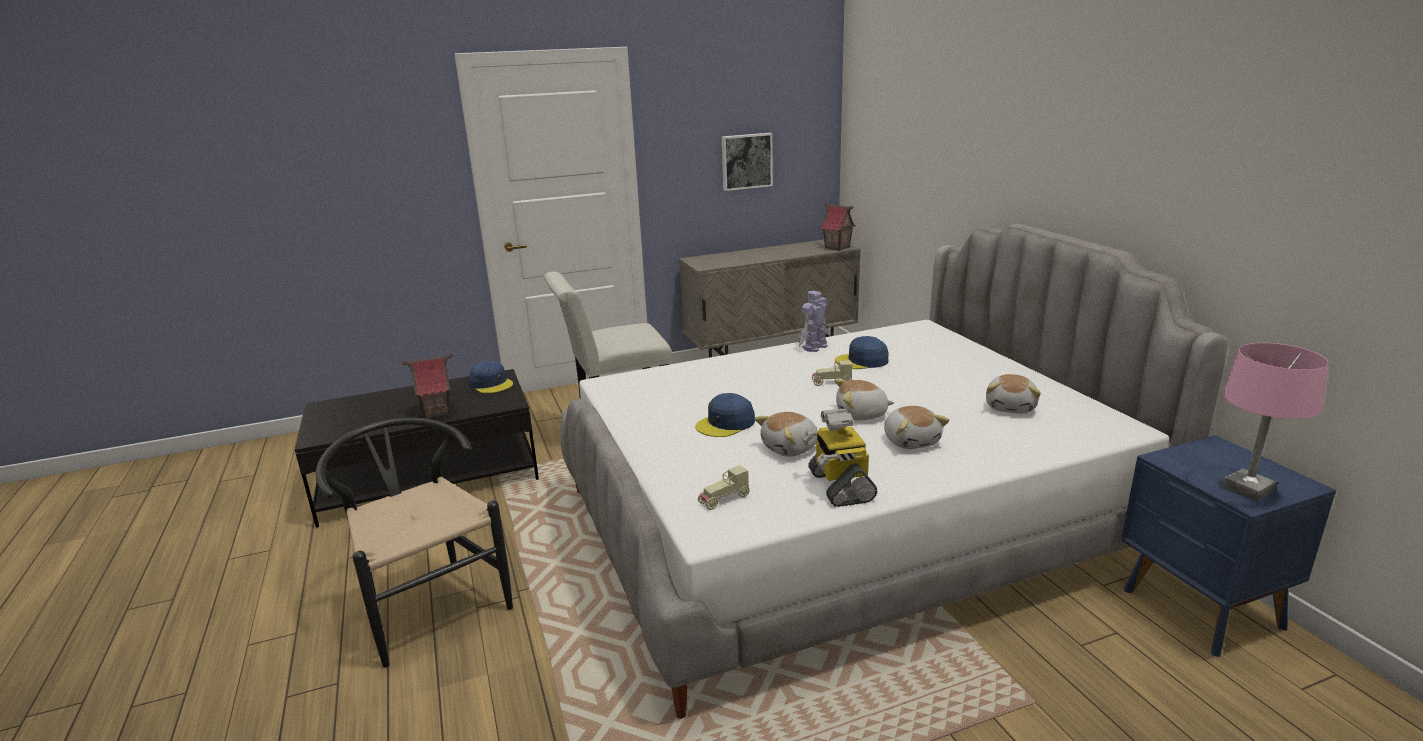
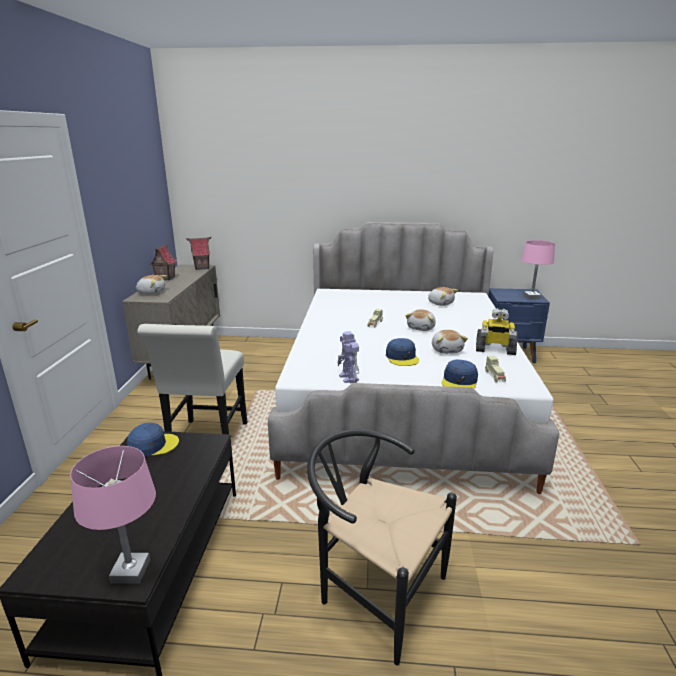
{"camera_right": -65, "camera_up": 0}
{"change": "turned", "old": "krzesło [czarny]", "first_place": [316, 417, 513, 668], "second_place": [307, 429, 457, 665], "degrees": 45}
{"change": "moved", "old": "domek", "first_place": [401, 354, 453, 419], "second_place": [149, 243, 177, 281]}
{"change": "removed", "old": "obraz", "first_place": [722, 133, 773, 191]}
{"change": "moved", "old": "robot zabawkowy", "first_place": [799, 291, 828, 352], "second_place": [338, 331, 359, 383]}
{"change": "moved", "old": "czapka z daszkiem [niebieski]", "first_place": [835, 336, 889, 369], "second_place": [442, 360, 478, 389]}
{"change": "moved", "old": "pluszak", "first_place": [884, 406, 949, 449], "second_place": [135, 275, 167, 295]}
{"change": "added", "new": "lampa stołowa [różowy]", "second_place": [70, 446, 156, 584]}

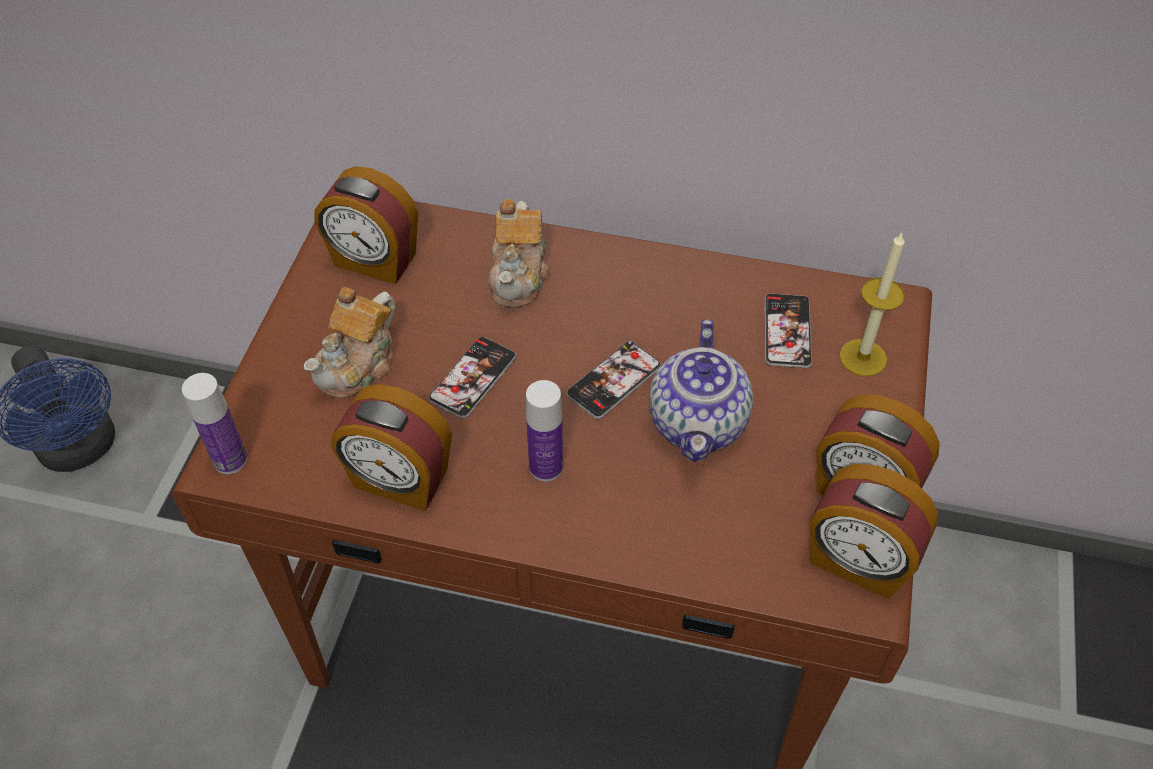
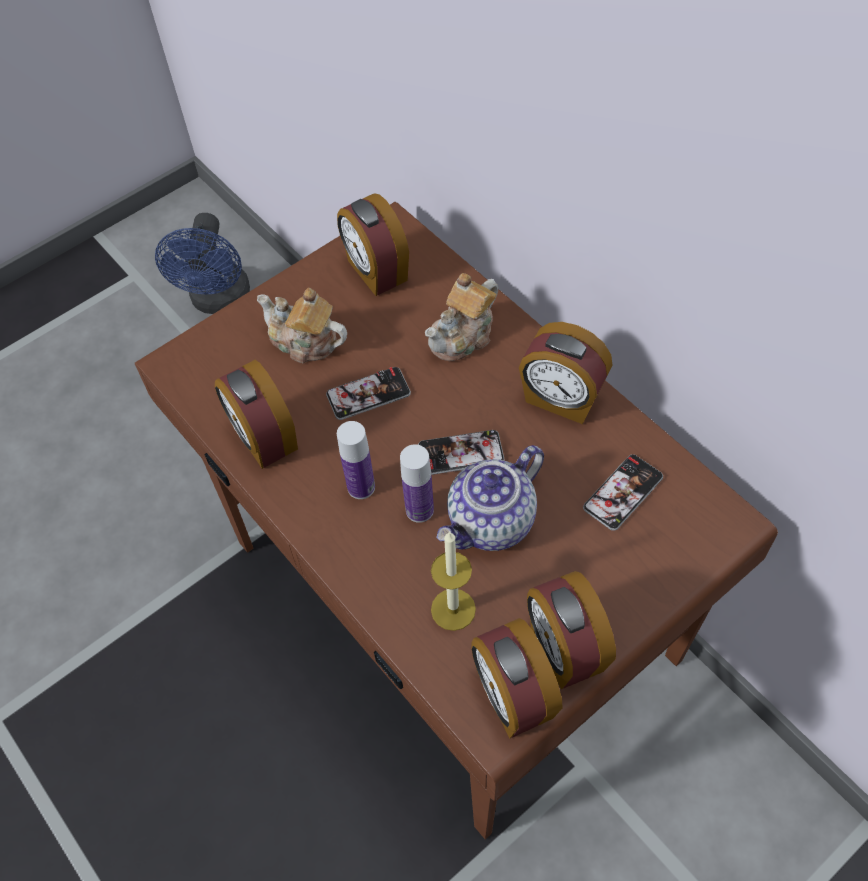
{"camera_right": 40, "camera_up": 5}
{"change": "moved", "old": "butelka", "first_place": [182, 373, 247, 474], "second_place": [400, 444, 434, 523]}
{"change": "turned", "old": "imbryk", "first_place": [304, 287, 395, 399], "second_place": [257, 288, 347, 363], "degrees": 45}
{"change": "moved", "old": "świeca", "first_place": [839, 231, 905, 376], "second_place": [431, 531, 476, 631]}
{"change": "added", "new": "budzik", "second_place": [519, 322, 612, 424]}

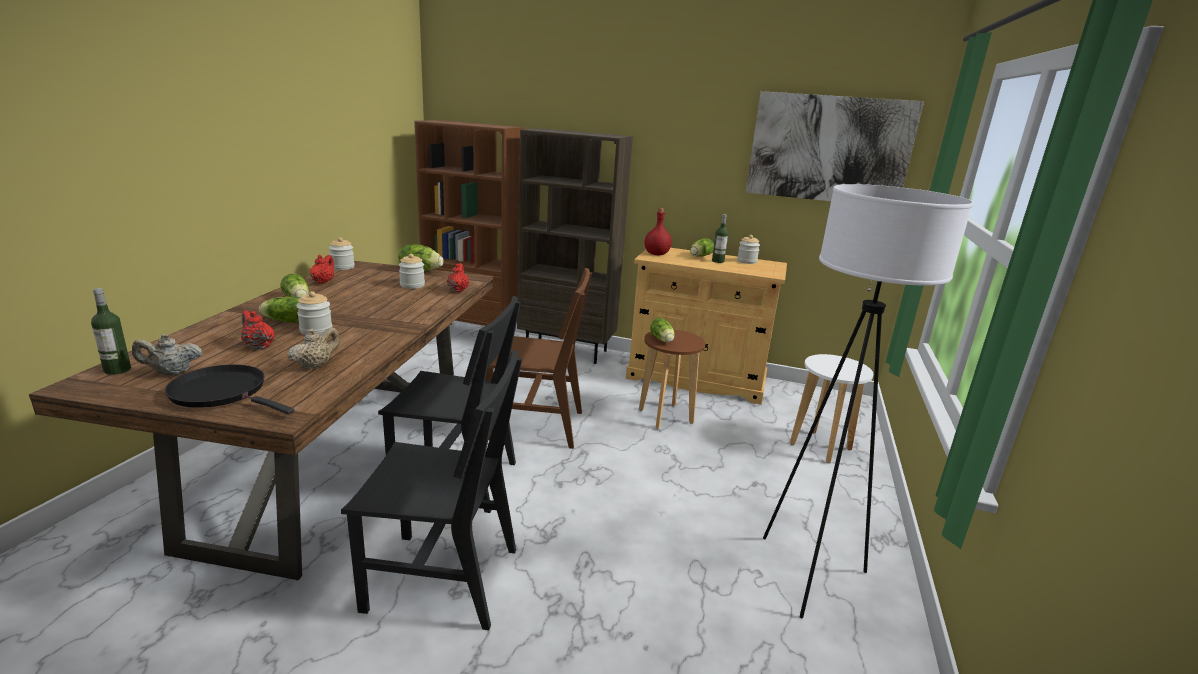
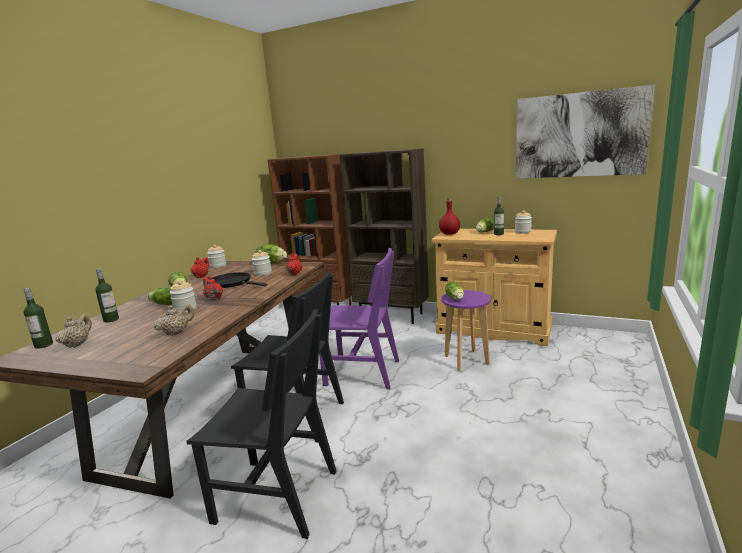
{"camera_right": 10, "camera_up": -5}
{"change": "turned", "old": "imbryk [beżowy]", "first_place": [132, 334, 203, 375], "second_place": [55, 314, 92, 348], "degrees": 105}
{"change": "moved", "old": "patelnia [czarny]", "first_place": [165, 365, 295, 415], "second_place": [212, 272, 267, 288]}
{"change": "moved", "old": "imbryk [czerwony]", "first_place": [241, 310, 275, 349], "second_place": [203, 276, 223, 301]}
{"change": "recoloured", "old": "krzesło [brązowy]", "new": "krzesło [fioletowy]", "first_place": [485, 268, 592, 449], "second_place": [319, 248, 399, 389]}
{"change": "recoloured", "old": "stołek [brązowy]", "new": "stołek [fioletowy]", "first_place": [639, 330, 706, 429], "second_place": [441, 290, 491, 370]}
{"change": "removed", "old": "lampa stojąca [biały]", "first_place": [763, 184, 973, 618]}
{"change": "removed", "old": "stołek [biały]", "first_place": [790, 354, 873, 463]}
{"change": "added", "new": "butelka", "second_place": [95, 269, 119, 322]}

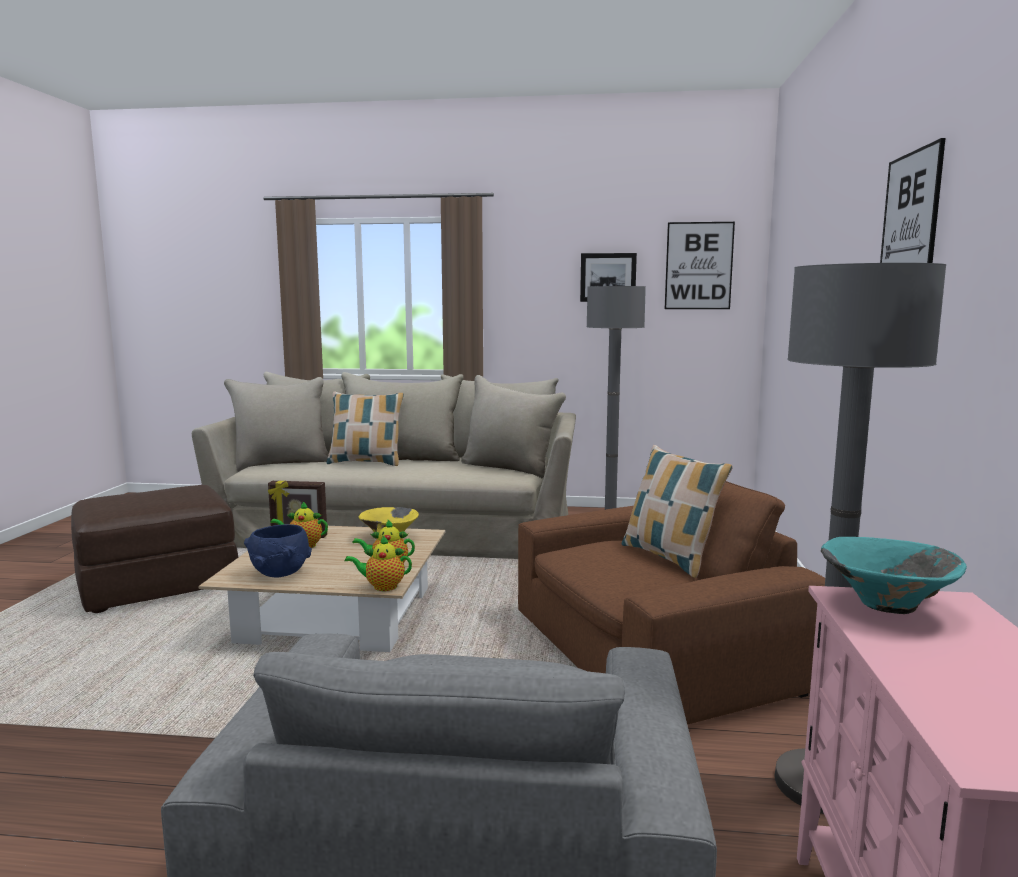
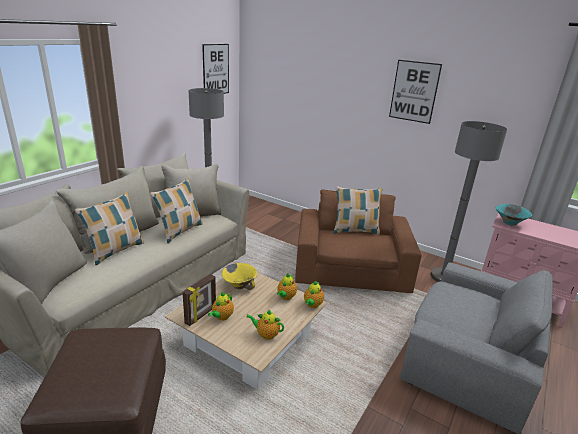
{"camera_right": -65, "camera_up": 15}
{"change": "replaced", "old": "miska [niebieski]", "new": "imbryk", "first_place": [244, 524, 312, 577], "second_place": [246, 309, 284, 340]}
{"change": "removed", "old": "obraz", "first_place": [580, 253, 637, 302]}
{"change": "added", "new": "poduszka", "second_place": [150, 178, 203, 243]}

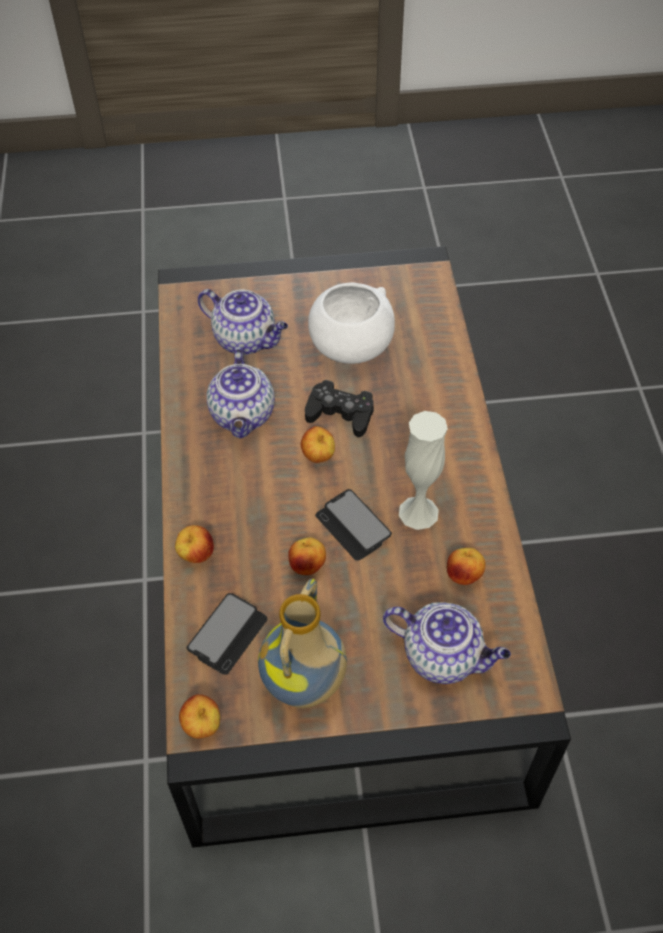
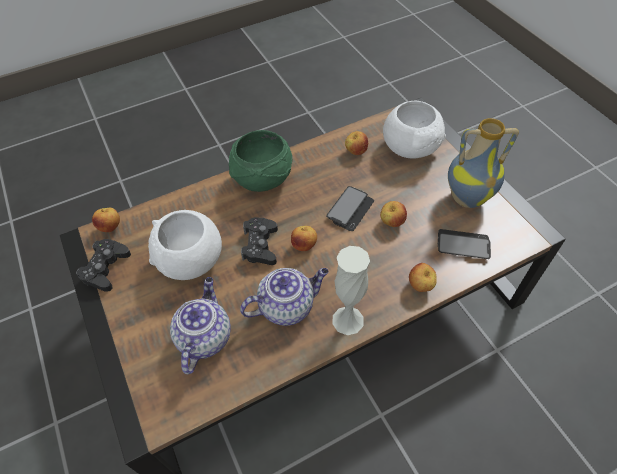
{"camera_right": -110, "camera_up": 0}
{"change": "moved", "old": "jabłko", "first_place": [179, 694, 220, 739], "second_place": [92, 208, 120, 232]}
{"change": "replaced", "old": "imbryk", "new": "miska [biały]", "first_place": [383, 602, 511, 684], "second_place": [383, 101, 446, 159]}
{"change": "moved", "old": "wazon [biały]", "first_place": [399, 411, 448, 530], "second_place": [332, 246, 370, 335]}
{"change": "added", "new": "pad do gier [czarny]", "second_place": [76, 239, 131, 292]}
{"change": "added", "new": "miska [zielony]", "second_place": [229, 130, 292, 192]}

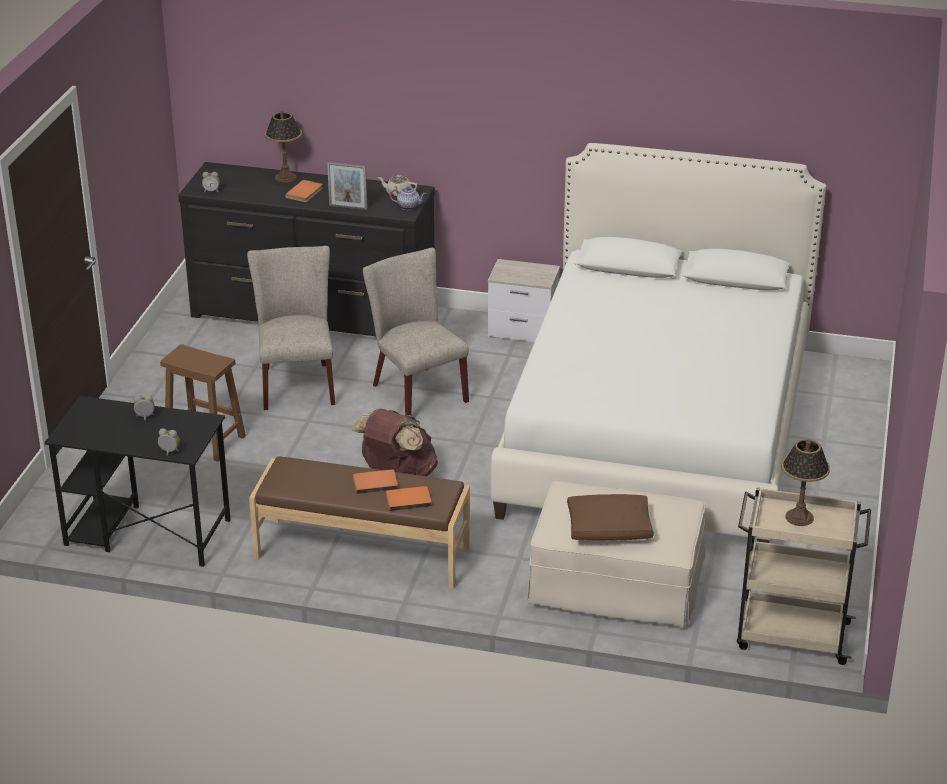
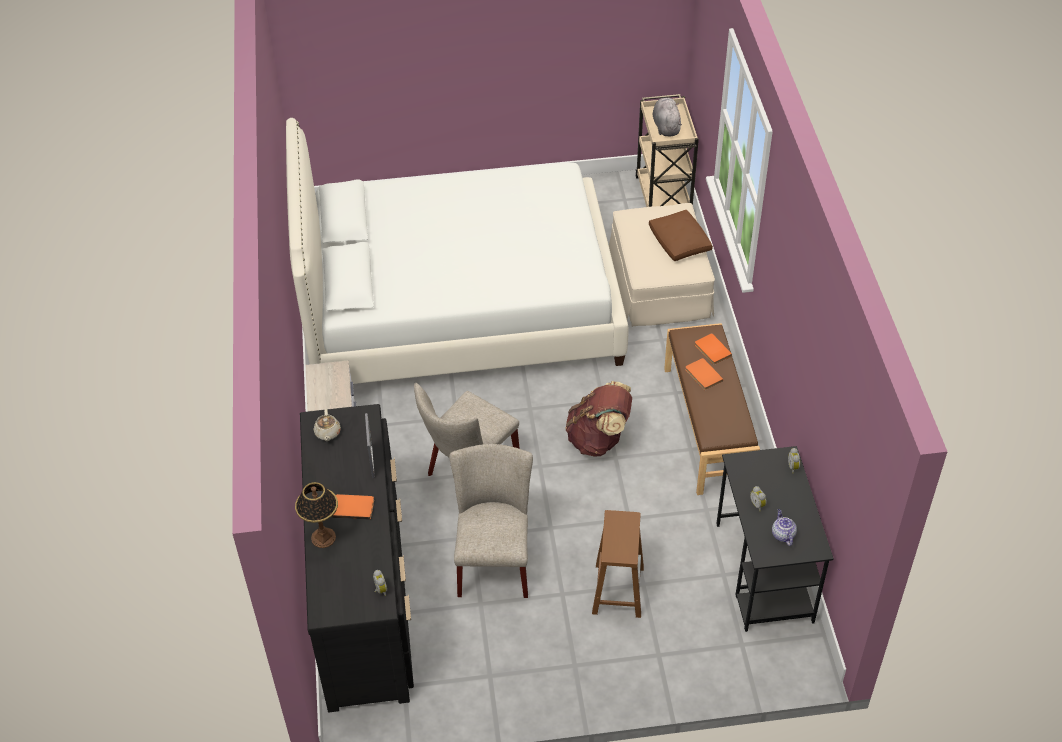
{"camera_right": -110, "camera_up": 15}
{"change": "turned", "old": "krzesło [beżowy]", "first_place": [247, 246, 335, 410], "second_place": [449, 444, 533, 598], "degrees": 120}
{"change": "moved", "old": "imbryk", "first_place": [390, 187, 427, 210], "second_place": [772, 509, 797, 546]}
{"change": "replaced", "old": "lampa stołowa", "new": "pluszak [szary]", "first_place": [781, 439, 830, 526], "second_place": [653, 97, 682, 136]}

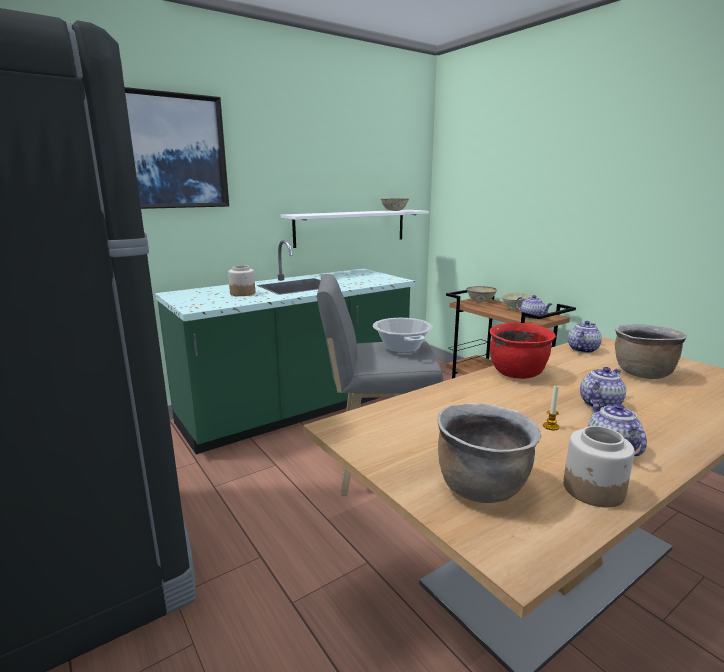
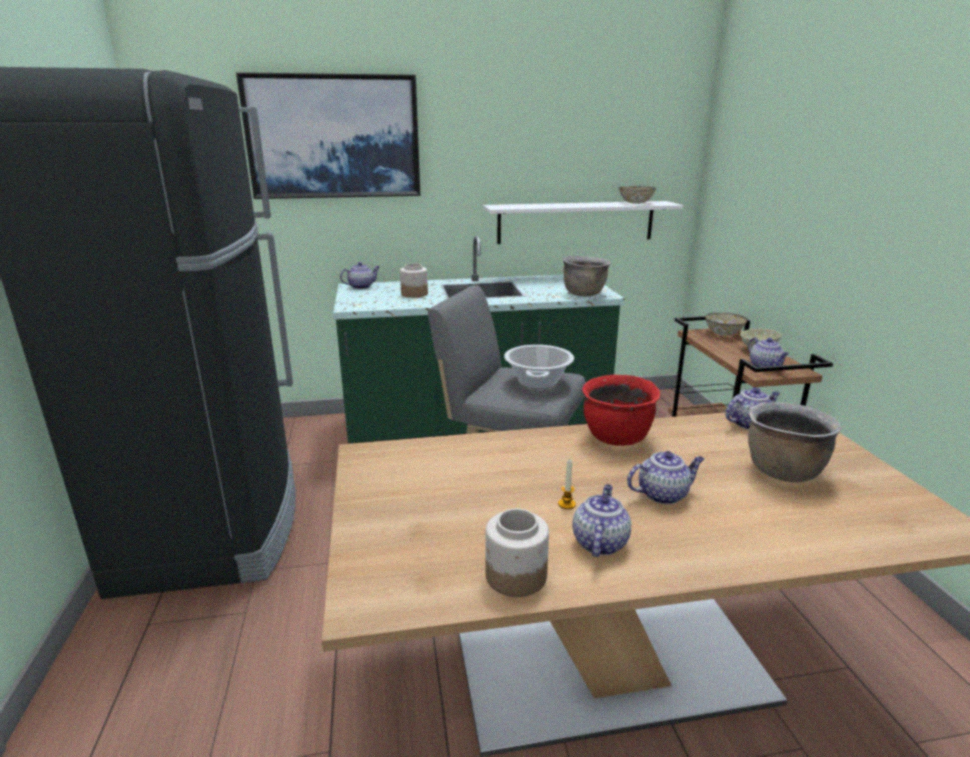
{"camera_right": 25, "camera_up": 5}
{"change": "moved", "old": "garnek [brązowy]", "first_place": [438, 403, 541, 503], "second_place": [563, 256, 611, 296]}
{"change": "added", "new": "imbryk", "second_place": [340, 262, 380, 289]}

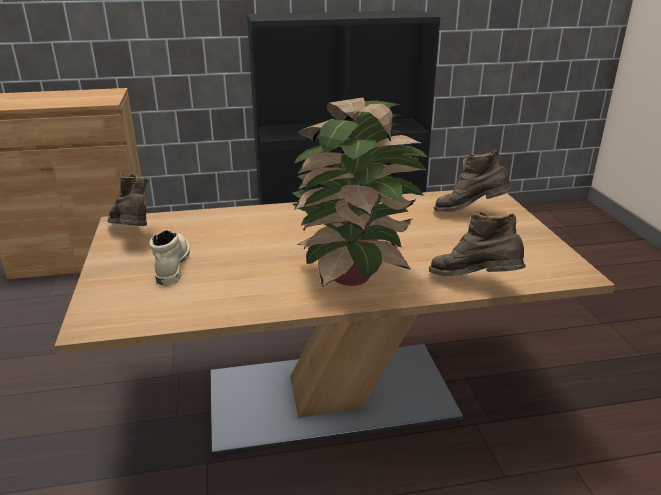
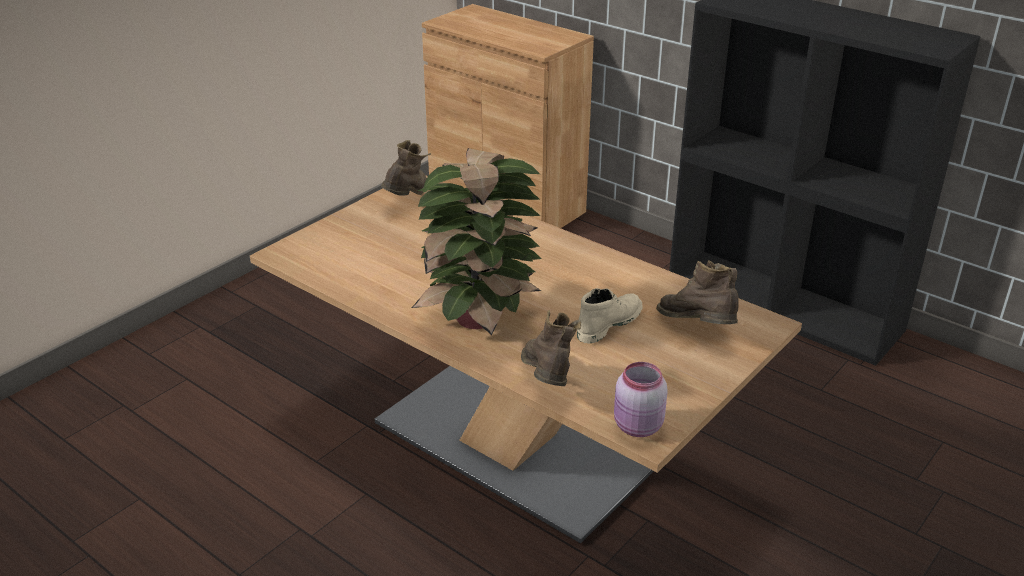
{"camera_right": 50, "camera_up": 5}
{"change": "moved", "old": "but z cholewką [beżowy]", "first_place": [149, 230, 190, 285], "second_place": [577, 288, 643, 344]}
{"change": "added", "new": "słoik [różowy]", "second_place": [614, 362, 668, 437]}

